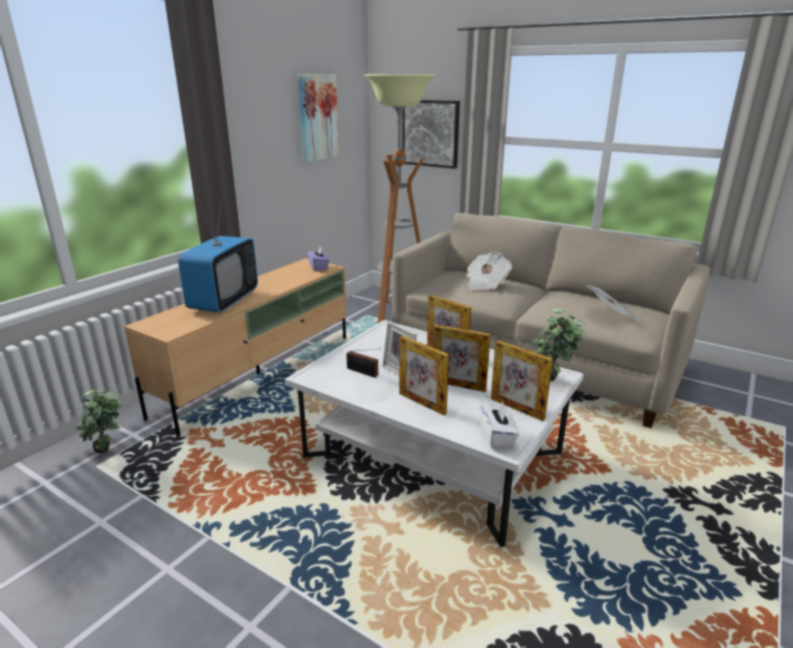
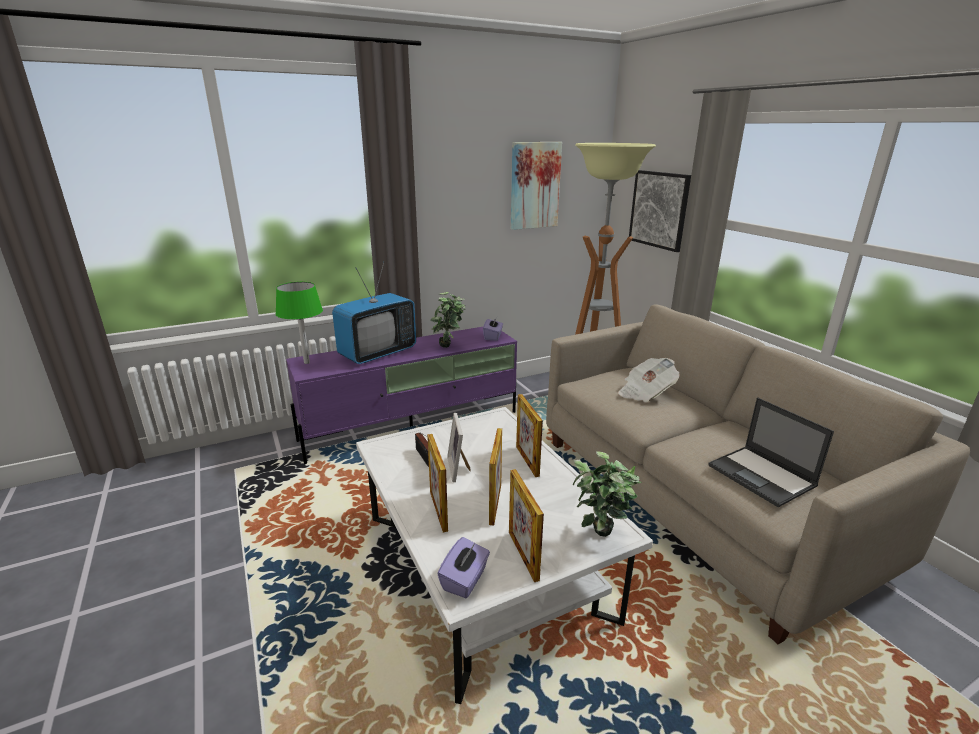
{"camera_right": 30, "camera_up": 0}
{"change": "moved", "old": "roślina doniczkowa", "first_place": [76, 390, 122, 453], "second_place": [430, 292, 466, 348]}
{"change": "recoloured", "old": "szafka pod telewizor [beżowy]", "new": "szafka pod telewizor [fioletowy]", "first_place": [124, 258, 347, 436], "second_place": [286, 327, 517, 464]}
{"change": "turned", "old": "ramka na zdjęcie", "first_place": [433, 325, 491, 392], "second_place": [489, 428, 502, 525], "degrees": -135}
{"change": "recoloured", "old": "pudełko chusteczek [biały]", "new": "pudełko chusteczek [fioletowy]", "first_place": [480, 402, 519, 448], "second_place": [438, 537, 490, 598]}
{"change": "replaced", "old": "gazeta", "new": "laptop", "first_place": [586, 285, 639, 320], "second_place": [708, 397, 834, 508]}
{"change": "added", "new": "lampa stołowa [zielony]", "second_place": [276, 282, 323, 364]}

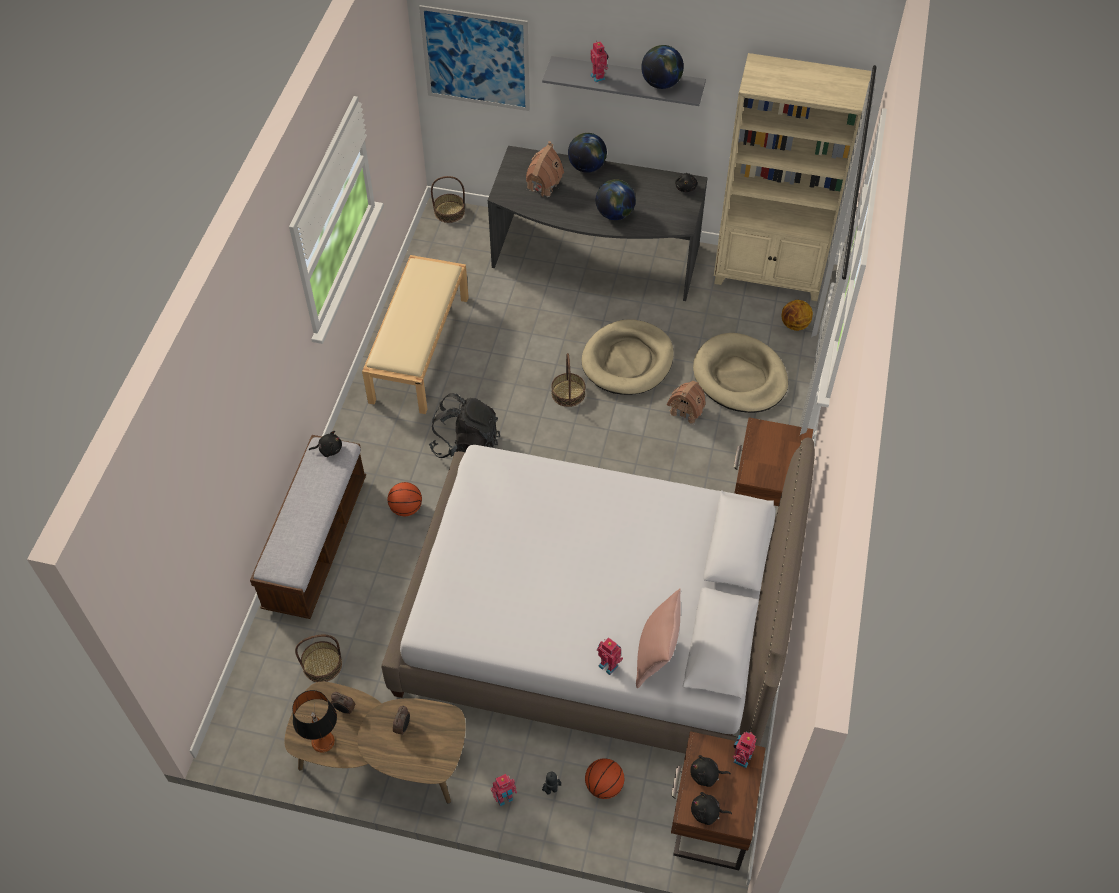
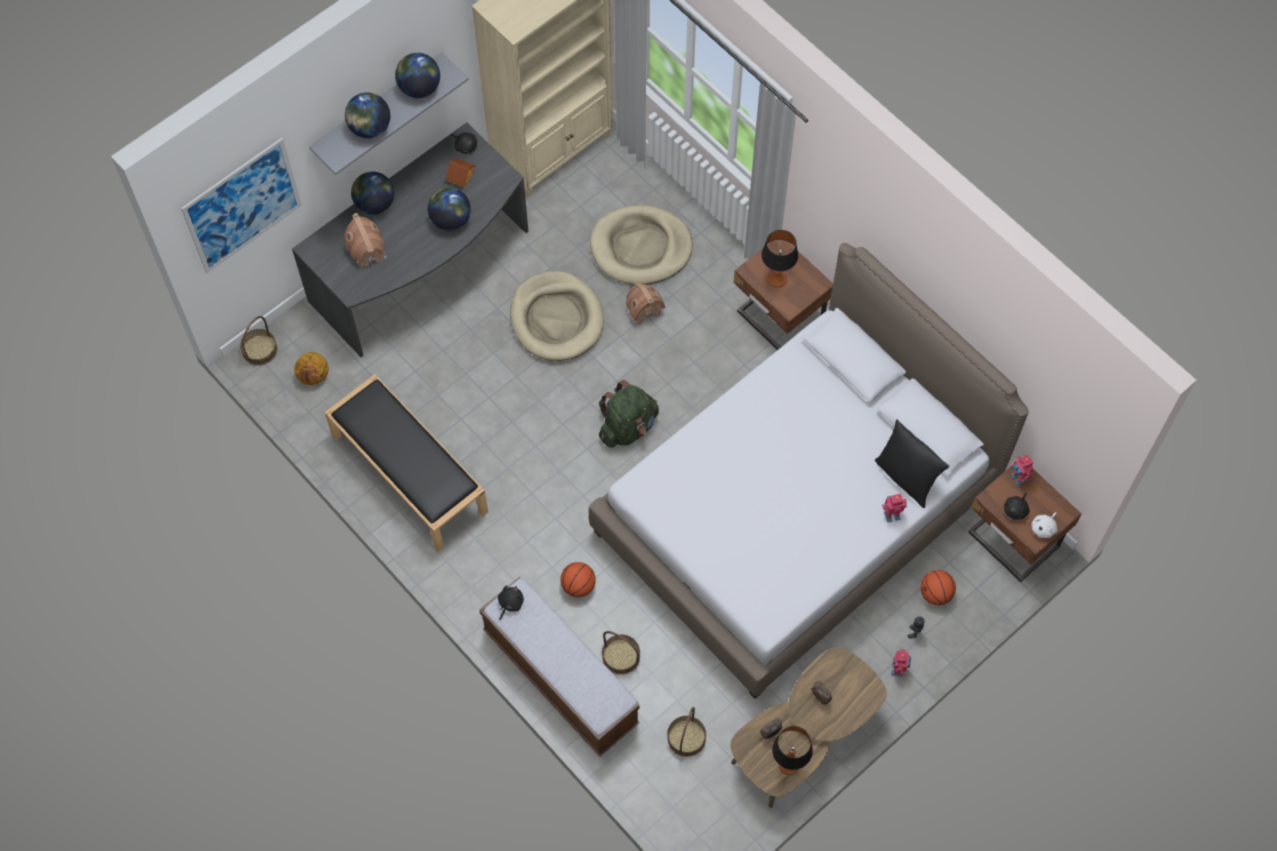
{"camera_right": -55, "camera_up": 10}
{"change": "recoloured", "old": "ławka [beżowy]", "new": "ławka [czarny]", "first_place": [362, 255, 469, 414], "second_place": [324, 374, 488, 552]}
{"change": "removed", "old": "plecak [czarny]", "first_place": [429, 393, 500, 458]}
{"change": "moved", "old": "koszyk", "first_place": [551, 353, 586, 407], "second_place": [602, 631, 640, 675]}
{"change": "replaced", "old": "robot zabawkowy", "new": "globus", "first_place": [590, 40, 609, 83], "second_place": [345, 93, 390, 138]}
{"change": "recoloured", "old": "poduszka [różowy]", "new": "poduszka [czarny]", "first_place": [636, 588, 681, 688], "second_place": [875, 419, 949, 508]}
{"change": "recoloured", "old": "pluszak [czarny]", "new": "pluszak [biały]", "first_place": [691, 792, 732, 825], "second_place": [1032, 512, 1057, 538]}
{"change": "moved", "old": "piłka do koszykówki", "first_place": [781, 300, 813, 331], "second_place": [294, 352, 328, 385]}
{"change": "added", "new": "domek", "second_place": [445, 158, 476, 188]}
{"change": "added", "new": "plecak [zielony]", "second_place": [599, 380, 659, 448]}
{"change": "added", "new": "lampa stołowa", "second_place": [761, 230, 798, 288]}

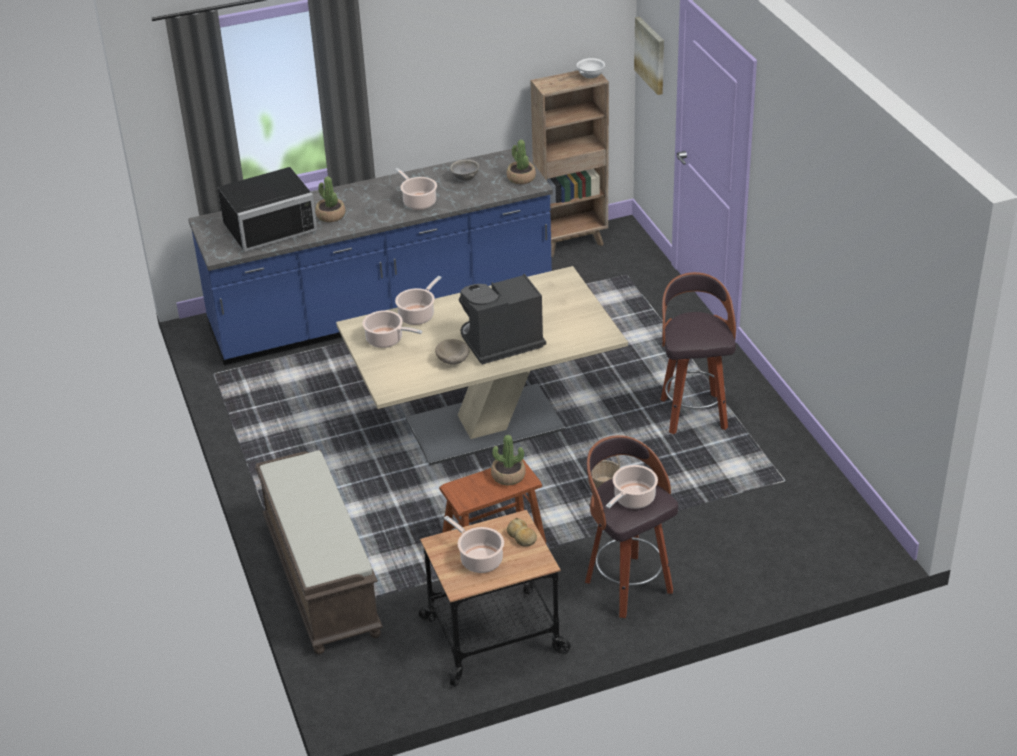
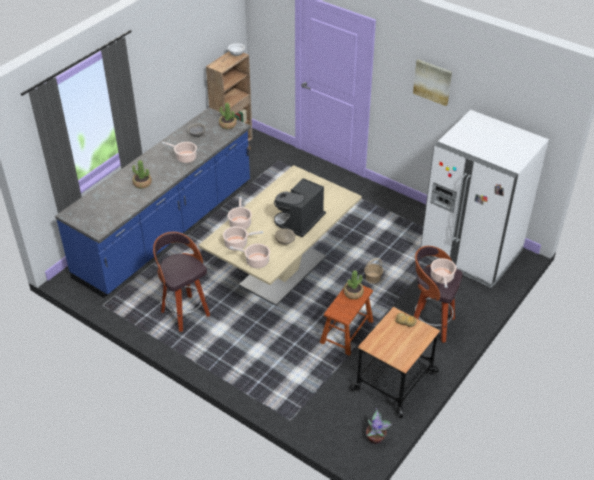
{"camera_right": -35, "camera_up": 5}
{"change": "removed", "old": "mikrofalówka [czarny]", "first_place": [218, 167, 317, 252]}
{"change": "removed", "old": "ławka [brązowy]", "first_place": [255, 450, 383, 654]}
{"change": "moved", "old": "garnek", "first_place": [444, 516, 504, 573], "second_place": [229, 244, 270, 268]}
{"change": "moved", "old": "obraz", "first_place": [634, 17, 664, 95], "second_place": [413, 59, 452, 106]}
{"change": "moved", "old": "stołek", "first_place": [661, 272, 736, 435], "second_place": [153, 232, 210, 332]}
{"change": "added", "new": "roślina doniczkowa", "second_place": [366, 408, 393, 444]}
{"change": "added", "new": "lodówka [biały]", "second_place": [420, 110, 549, 288]}

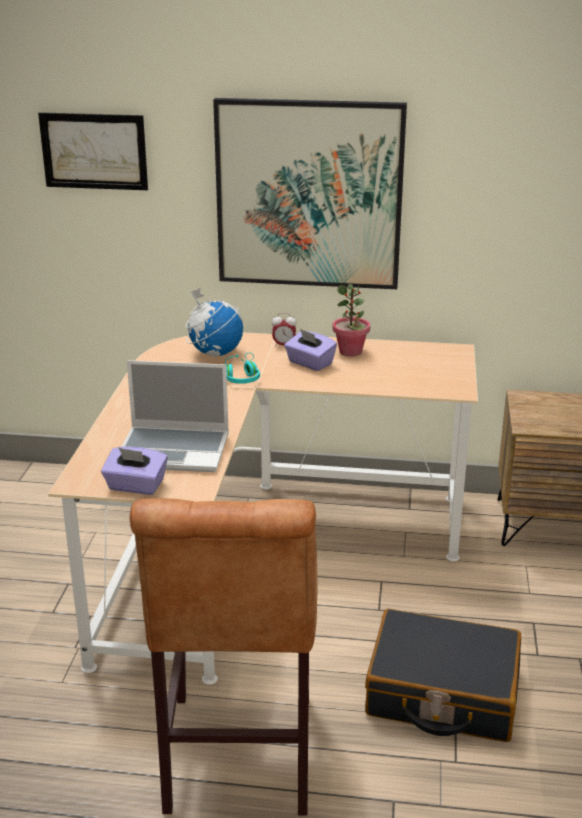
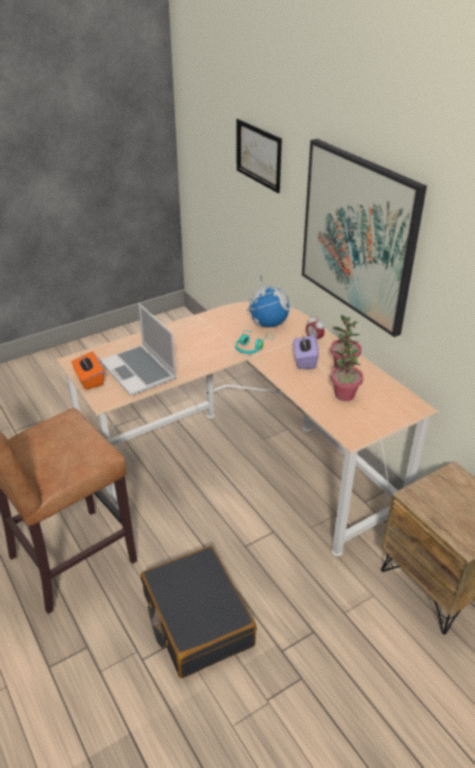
{"camera_right": 50, "camera_up": 10}
{"change": "recoloured", "old": "pudełko chusteczek [fioletowy]", "new": "pudełko chusteczek [pomarańczowy]", "first_place": [101, 447, 168, 495], "second_place": [72, 352, 104, 390]}
{"change": "added", "new": "roślina doniczkowa", "second_place": [331, 340, 364, 401]}

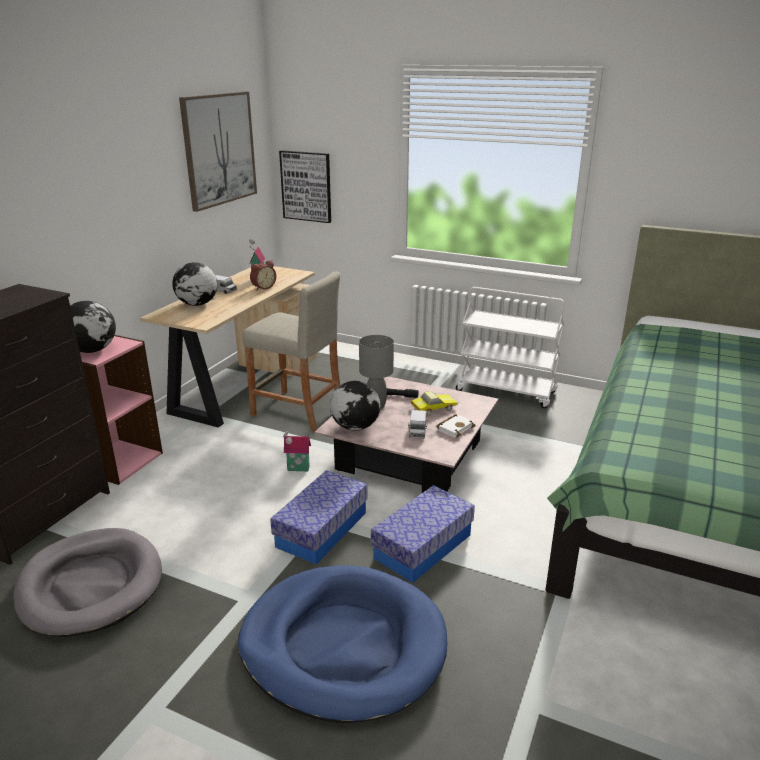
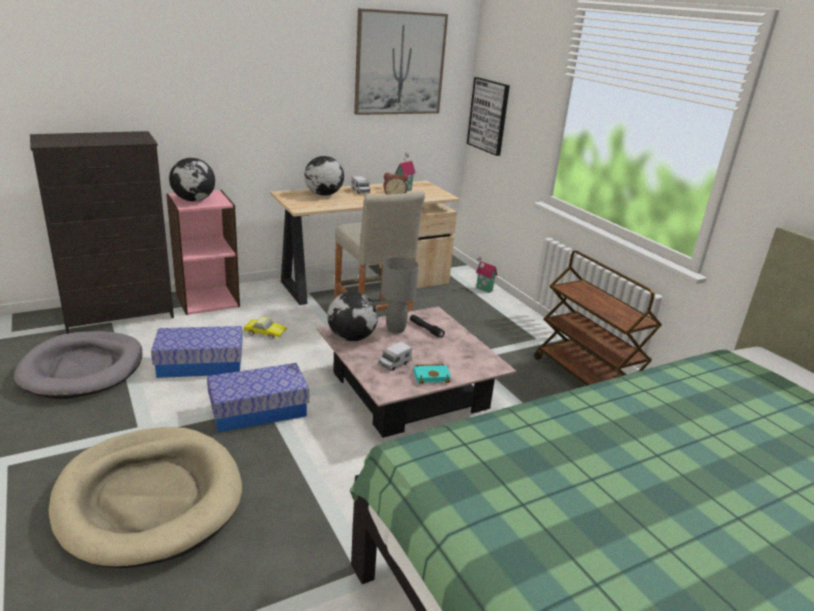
{"camera_right": 35, "camera_up": 0}
{"change": "recoloured", "old": "legowisko [niebieski]", "new": "legowisko [beżowy]", "first_place": [238, 565, 447, 723], "second_place": [49, 427, 242, 568]}
{"change": "moved", "old": "domek", "first_place": [282, 431, 311, 471], "second_place": [476, 257, 497, 293]}
{"change": "moved", "old": "pojemnik do przechowywania", "first_place": [371, 485, 475, 583], "second_place": [151, 326, 243, 378]}
{"change": "moved", "old": "samochodzik", "first_place": [411, 391, 458, 415], "second_place": [243, 316, 287, 340]}
{"change": "recoloured", "old": "książka [biały]", "new": "książka [turkusowy]", "first_place": [436, 414, 476, 438], "second_place": [413, 364, 451, 384]}
{"change": "recoloured", "old": "wózek [biały]", "new": "wózek [brązowy]", "first_place": [456, 287, 564, 408], "second_place": [534, 251, 662, 385]}

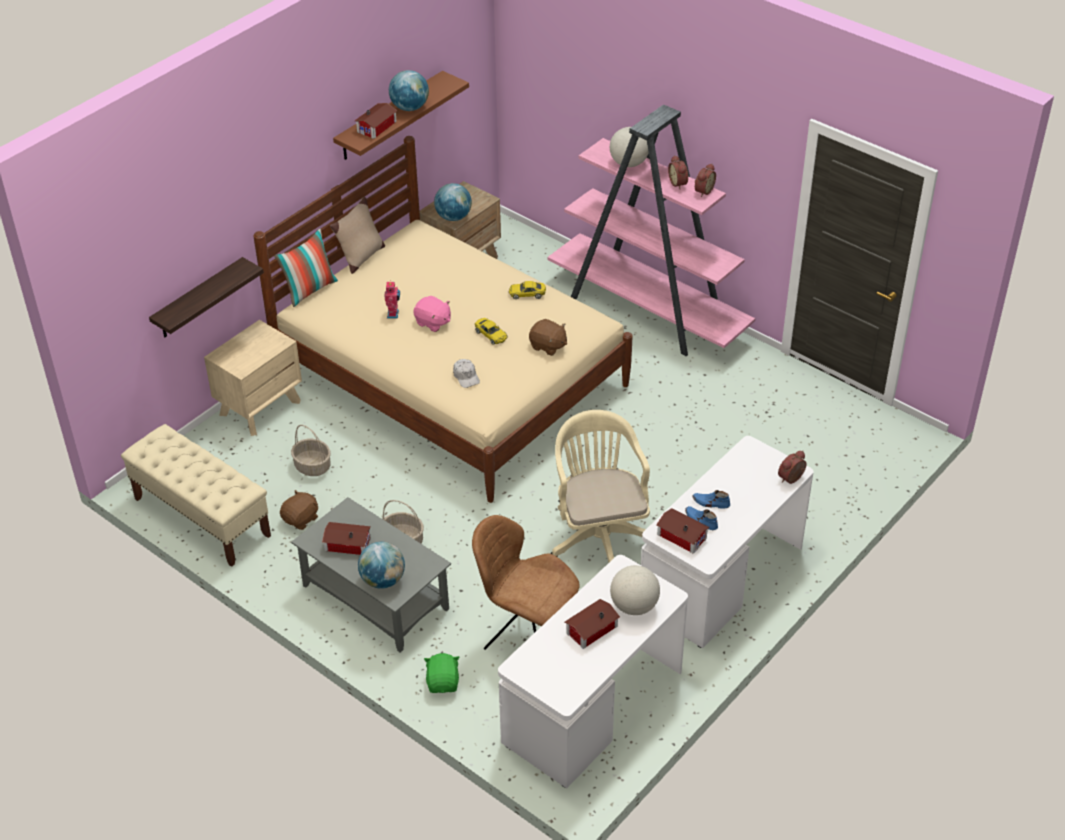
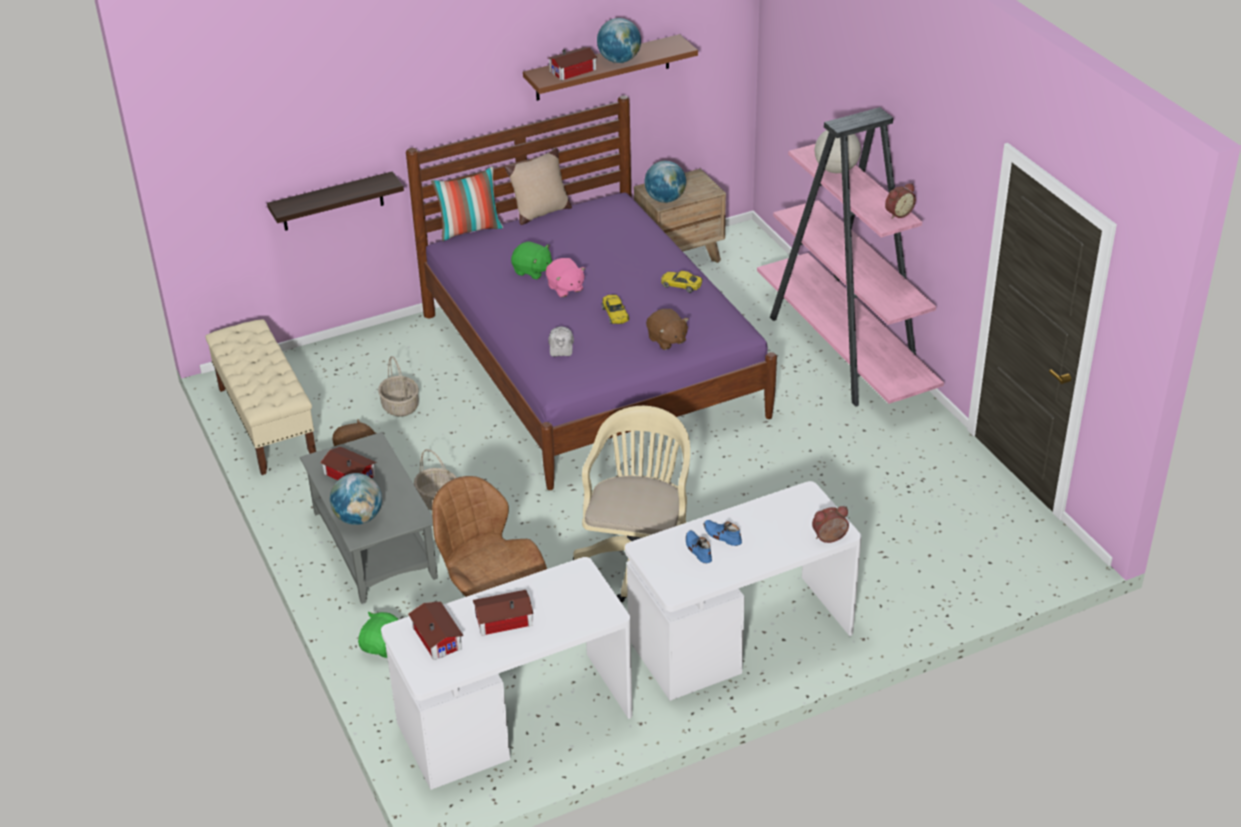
{"camera_right": 25, "camera_up": -5}
{"change": "removed", "old": "szafka nocna [beżowy]", "first_place": [204, 320, 302, 436]}
{"change": "recoloured", "old": "łóżko [beżowy]", "new": "łóżko [fioletowy]", "first_place": [253, 136, 633, 503], "second_place": [406, 95, 777, 490]}
{"change": "replaced", "old": "robot zabawkowy", "new": "pluszak [zielony]", "first_place": [384, 280, 400, 319], "second_place": [511, 241, 552, 279]}
{"change": "removed", "old": "globus", "first_place": [610, 565, 660, 615]}
{"change": "moved", "old": "domek", "first_place": [656, 508, 710, 553], "second_place": [408, 601, 463, 660]}
{"change": "removed", "old": "budzik", "first_place": [668, 155, 688, 189]}

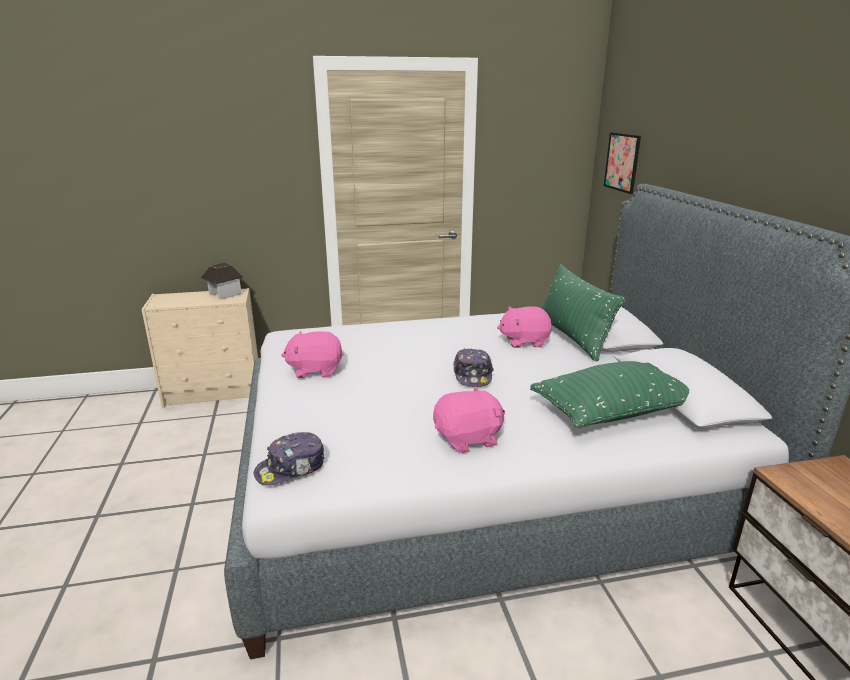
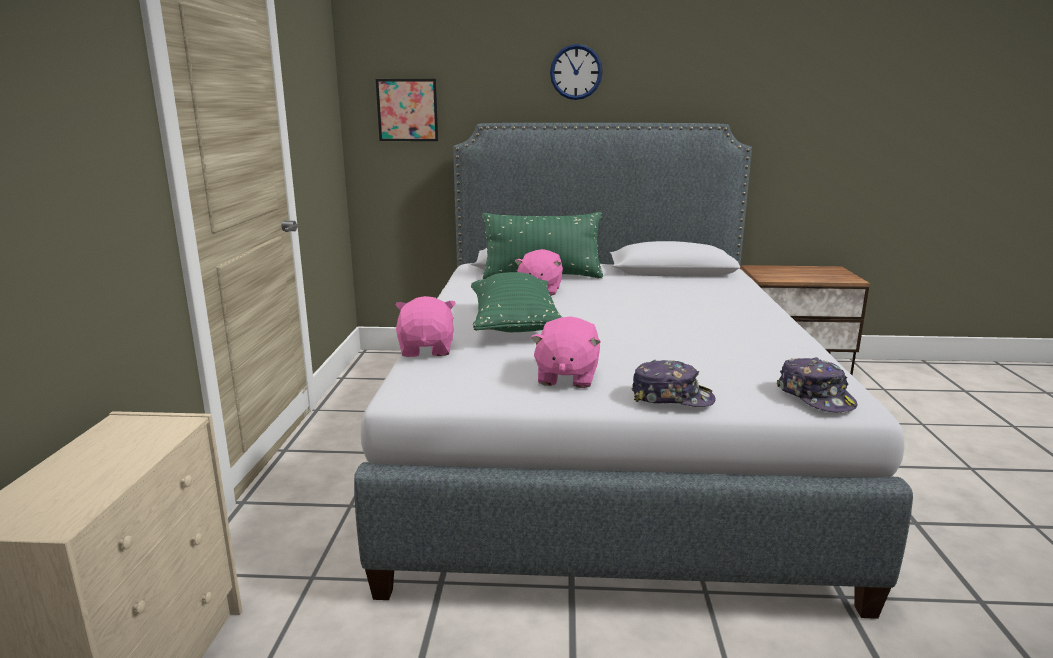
{"camera_right": -75, "camera_up": -5}
{"change": "removed", "old": "domek", "first_place": [201, 263, 243, 300]}
{"change": "moved", "old": "pluszak [różowy]", "first_place": [433, 386, 505, 453], "second_place": [395, 296, 456, 357]}
{"change": "moved", "old": "czapka z daszkiem", "first_place": [453, 348, 494, 387], "second_place": [632, 360, 716, 407]}
{"change": "moved", "old": "poduszka [zielony]", "first_place": [530, 361, 689, 428], "second_place": [471, 272, 562, 332]}
{"change": "added", "new": "zegar ścienny", "second_place": [550, 44, 603, 100]}

